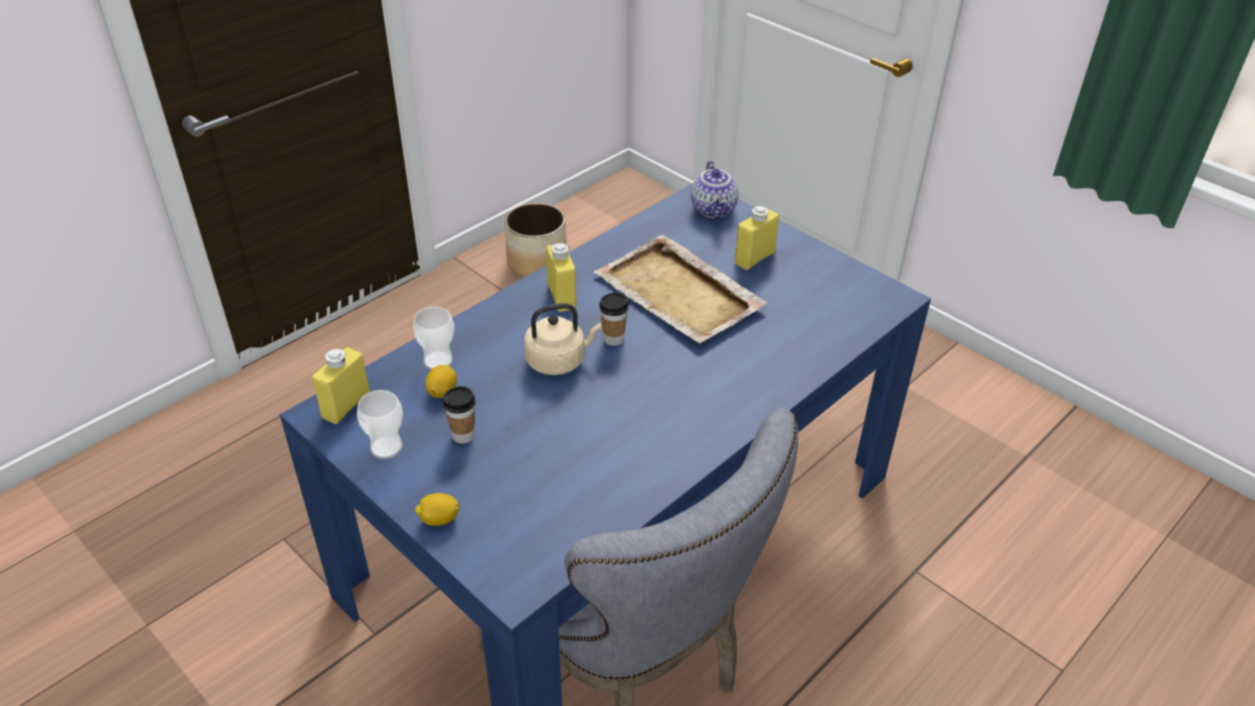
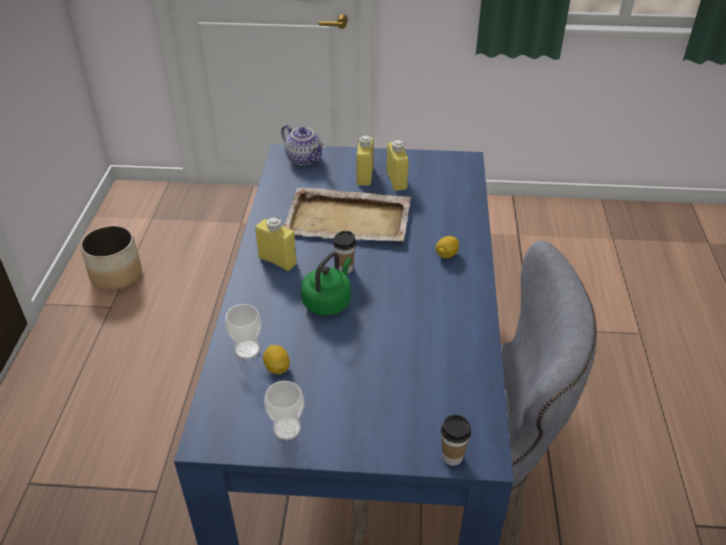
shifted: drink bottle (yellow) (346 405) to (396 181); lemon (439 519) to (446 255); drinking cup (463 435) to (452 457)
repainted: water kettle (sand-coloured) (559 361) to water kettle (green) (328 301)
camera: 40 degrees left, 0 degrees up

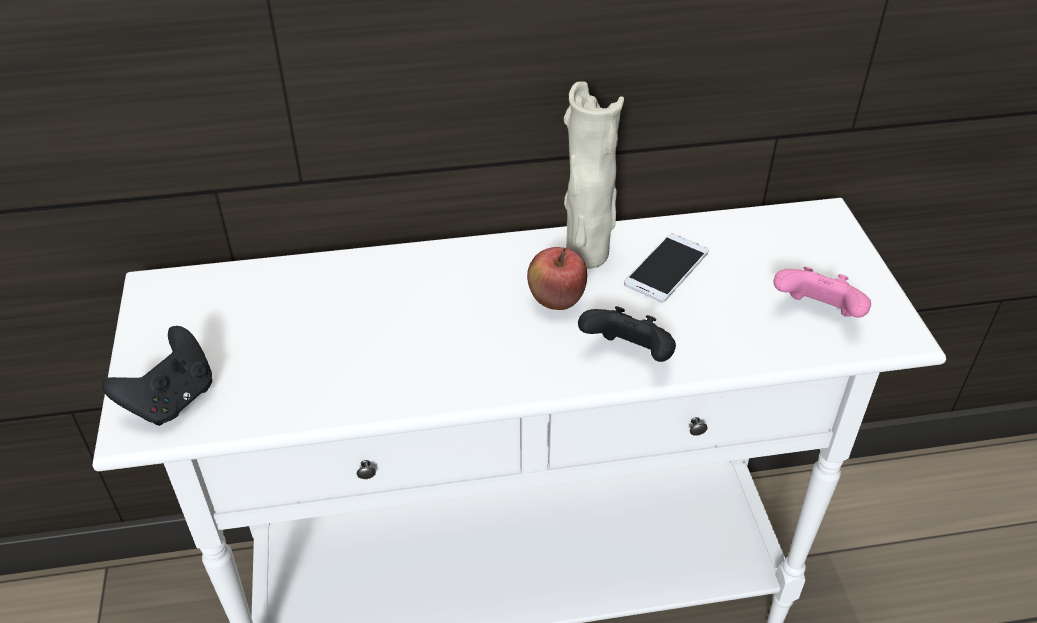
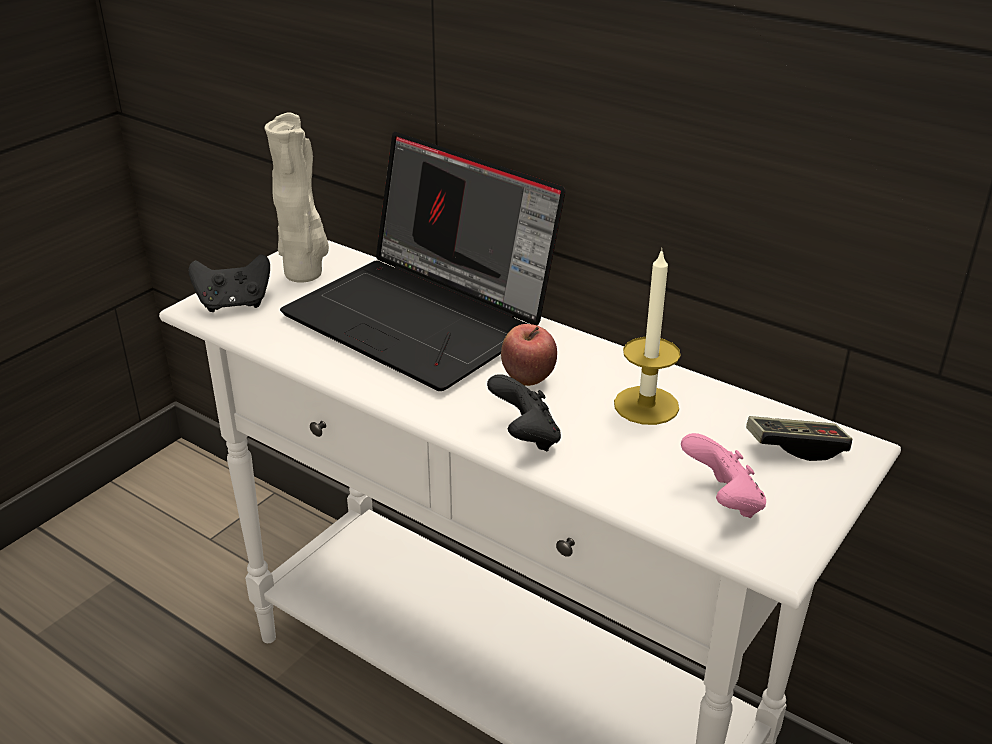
new: notebook computer (425 318); gamepad (795 447)
shifted: flower vase (sand-coloured) (588 254) to (306 274)
swapped: phone (666 268) to wax light (646 405)
camera: 45 degrees right, 10 degrees down

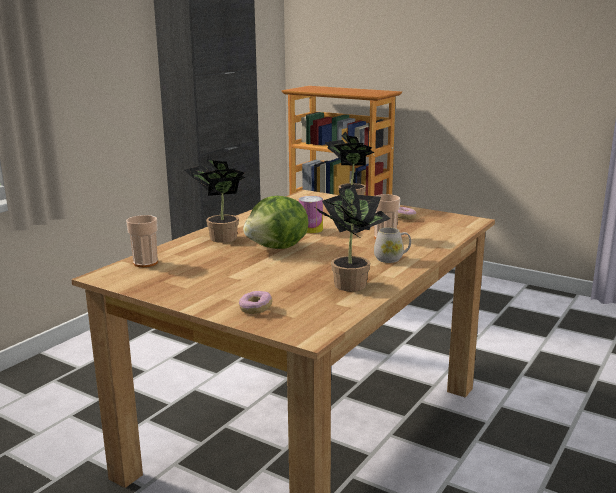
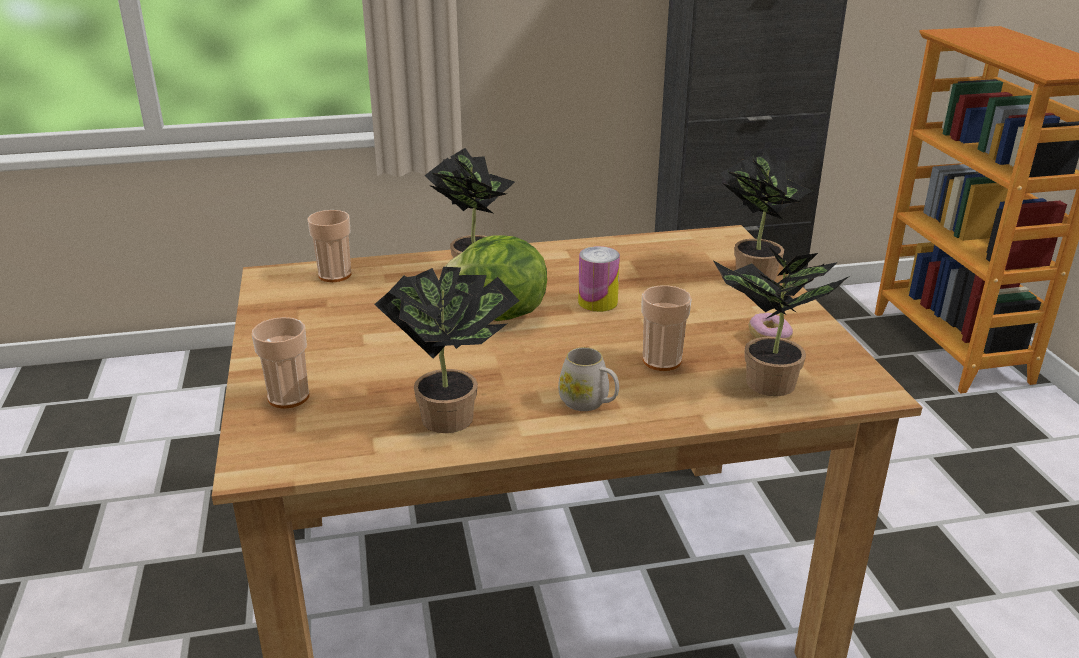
new: houseplant (764 384)
swapped: doughnut (255 309) to drinking cup (288 397)
camera: 45 degrees right, 10 degrees up

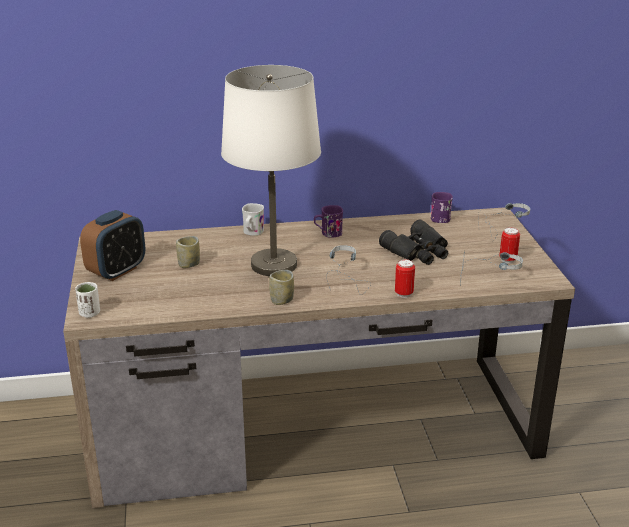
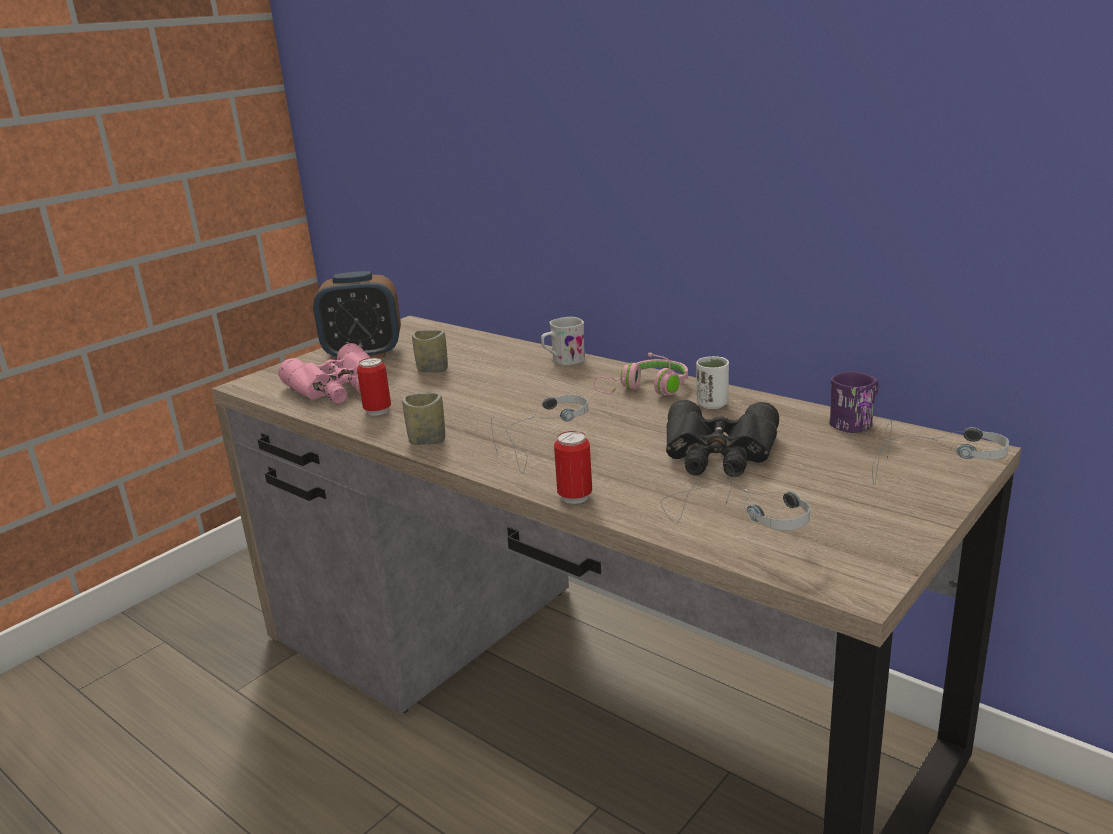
gone: table lamp (whitish) (274 265)
new: binoculars (pink) (339 388)
shifted: drinking cup (whitish) (90 313) to (712 404); sealed can (507 260) to (377 411)
swapped: mug (purplish) (328 233) to headphones (pink) (646 390)
camera: 50 degrees right, 5 degrees down

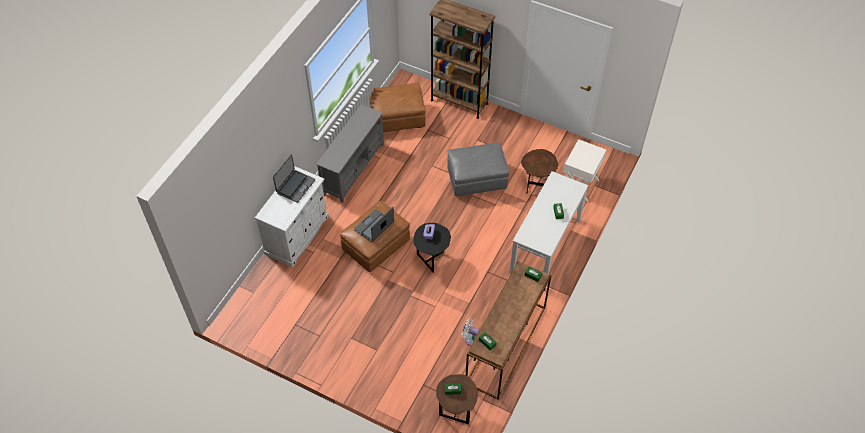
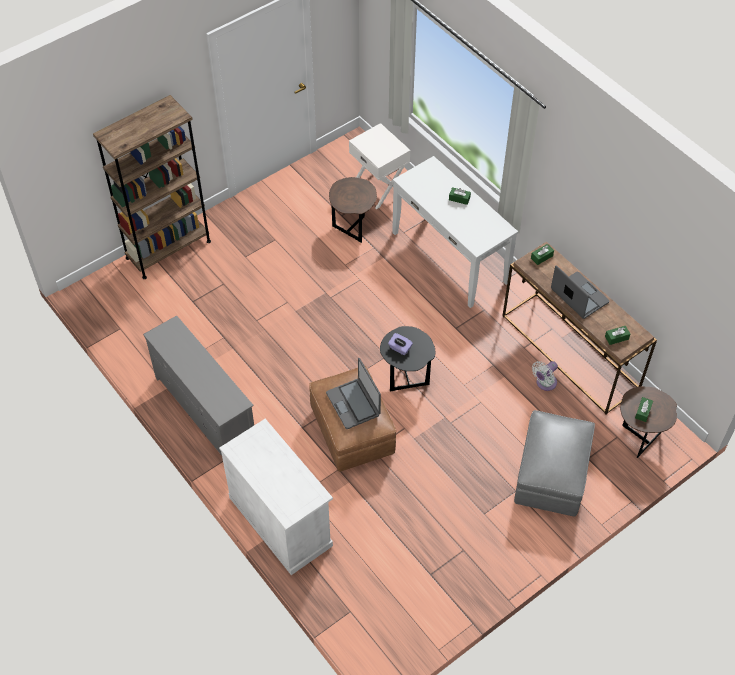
gone: footrest (brownish) (397 118)
shifted: notebook computer (295 186) to (579 296); footrest (gray) (476 180) to (551 476)
camera: 65 degrees left, 0 degrees up

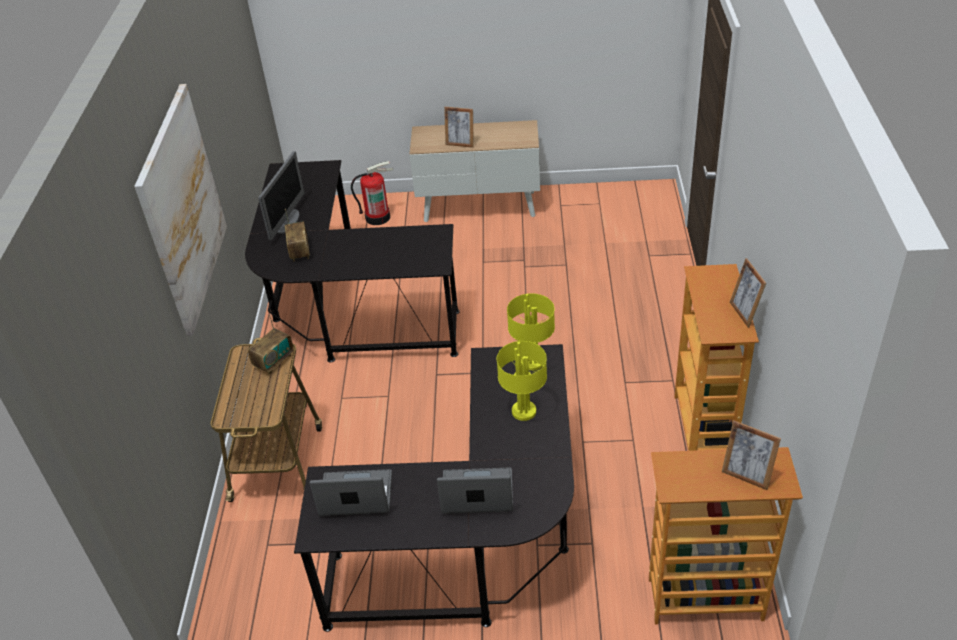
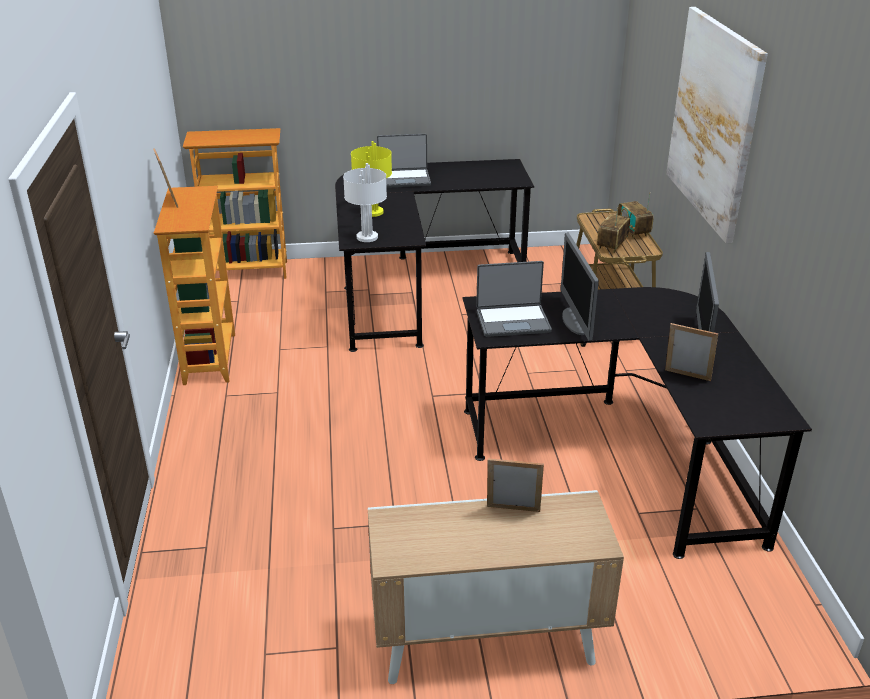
gone: fire-fighting cylinder (378 217)
new: computer screen (575 322)
shifted: radio receiver (299 251) to (633 231); notebook computer (356 496) to (513 321); photo frame (746 476) to (686 378)
repainted: table lamp (yellow) (533 362) to table lamp (whitish) (366 237)
camera: 170 degrees right, 10 degrees down

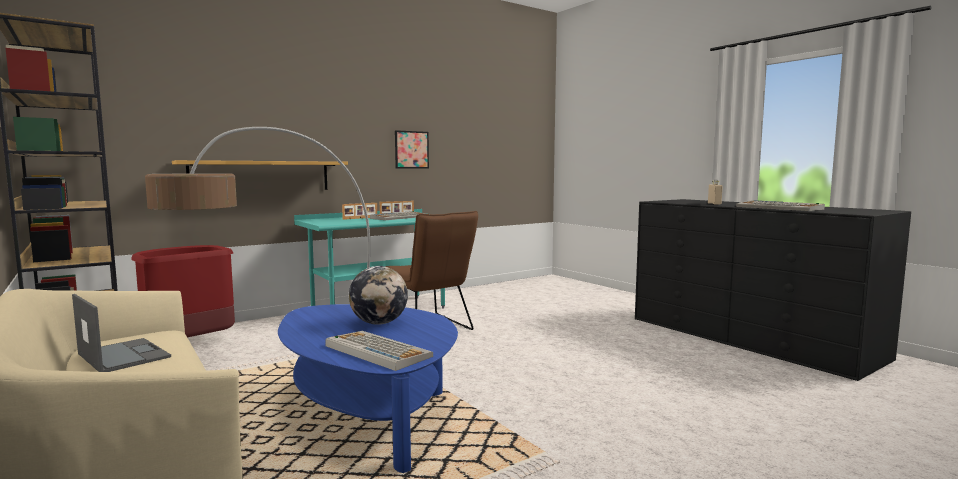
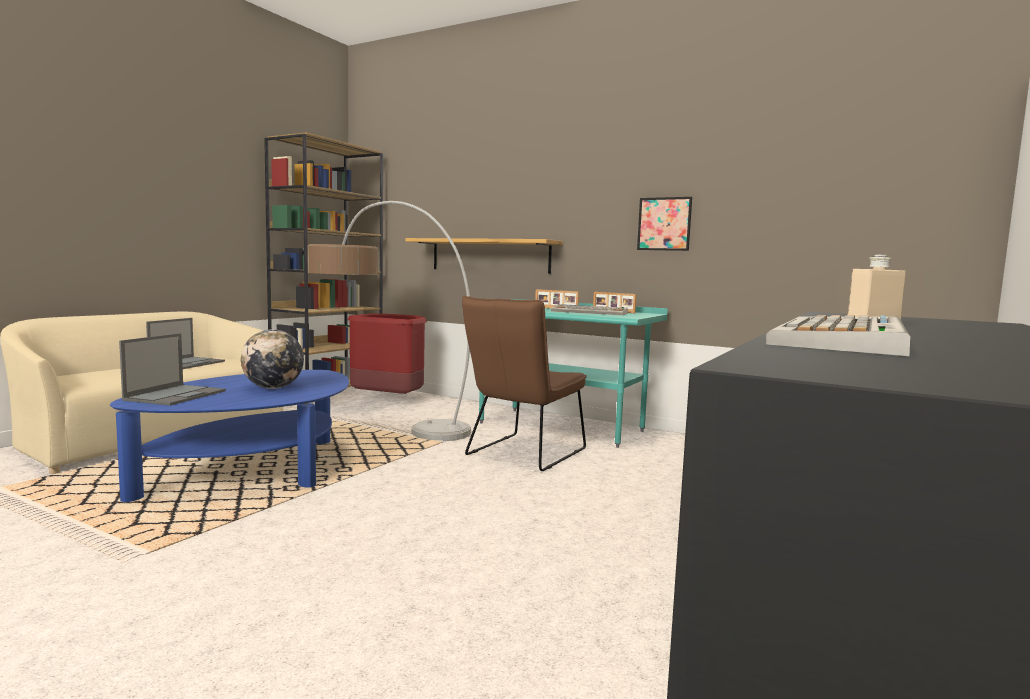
swapped: keyboard (376 351) to notebook computer (176 395)
camera: 65 degrees right, 0 degrees up

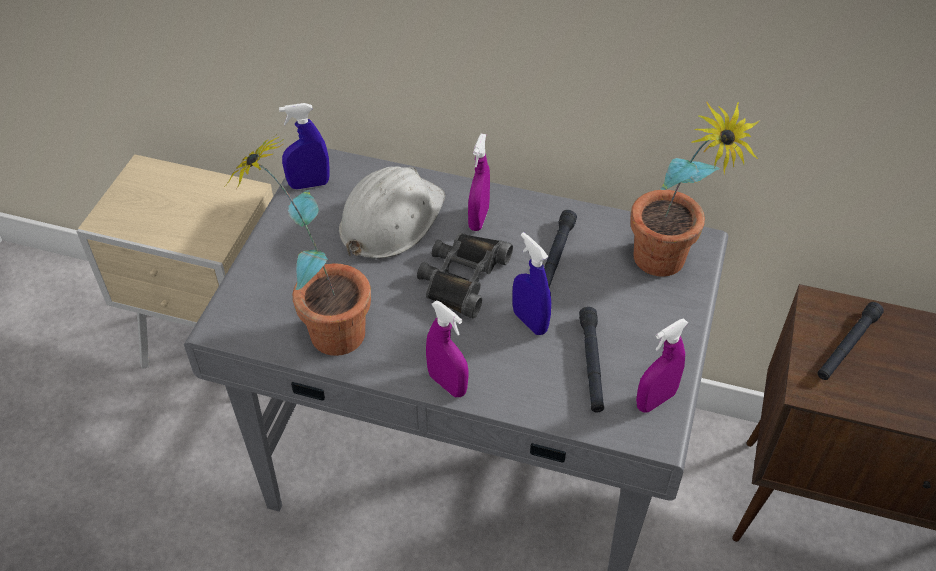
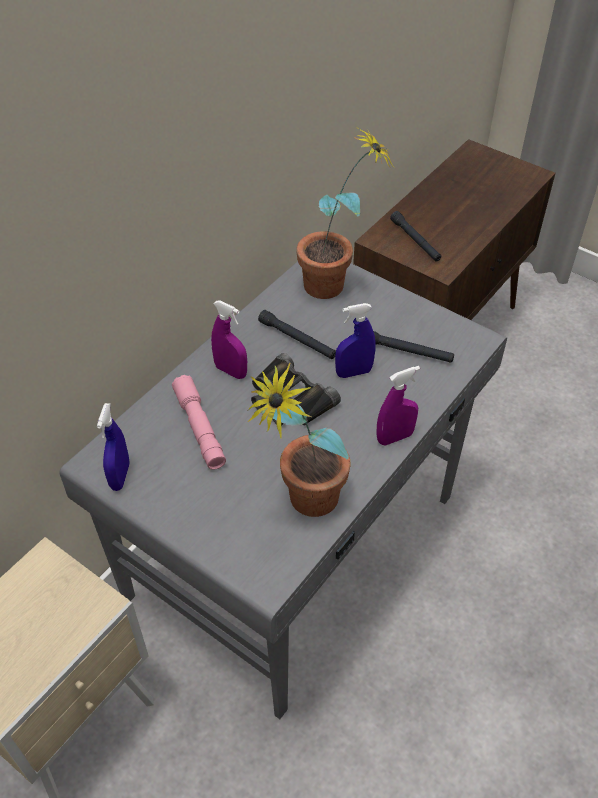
gone: sprayer (purplish) (655 400)
swapped: safety helmet (whitish) (390 219) to torch (pink) (199 428)
camera: 70 degrees left, 0 degrees up

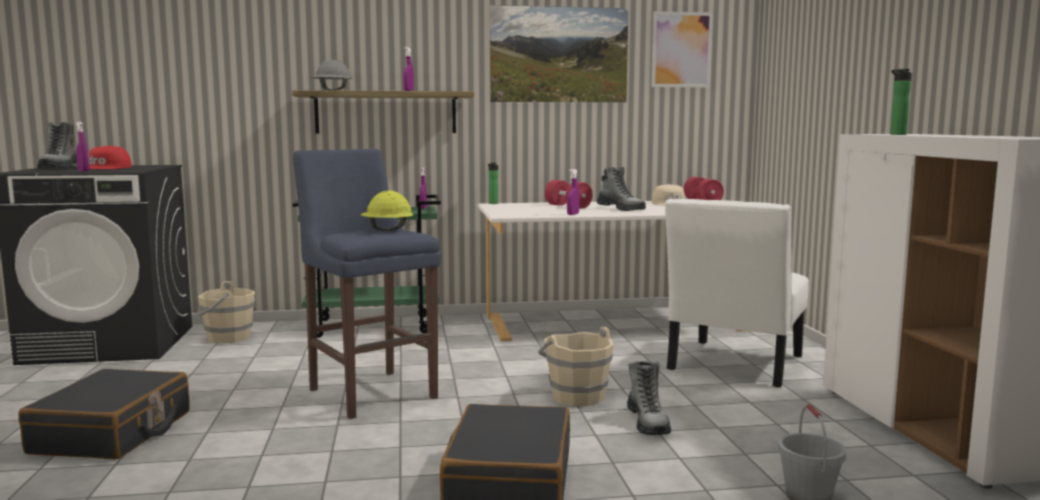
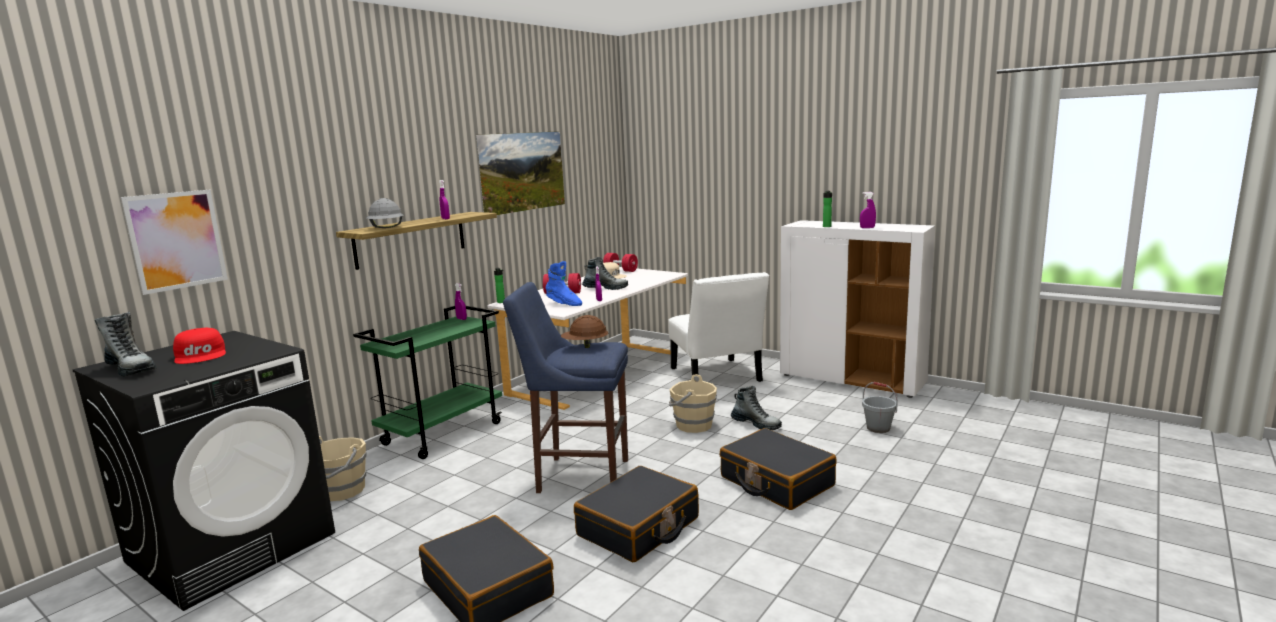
new: high-top boot (blue) (564 304); travel case (black) (639 527)
shifted: sprayer (purplish) (83 171) to (867 228); picture (681 50) to (176 240)
repainted: safety helmet (yellow) (387 230) to safety helmet (brownish) (585 346)
camera: 45 degrees left, 5 degrees up

